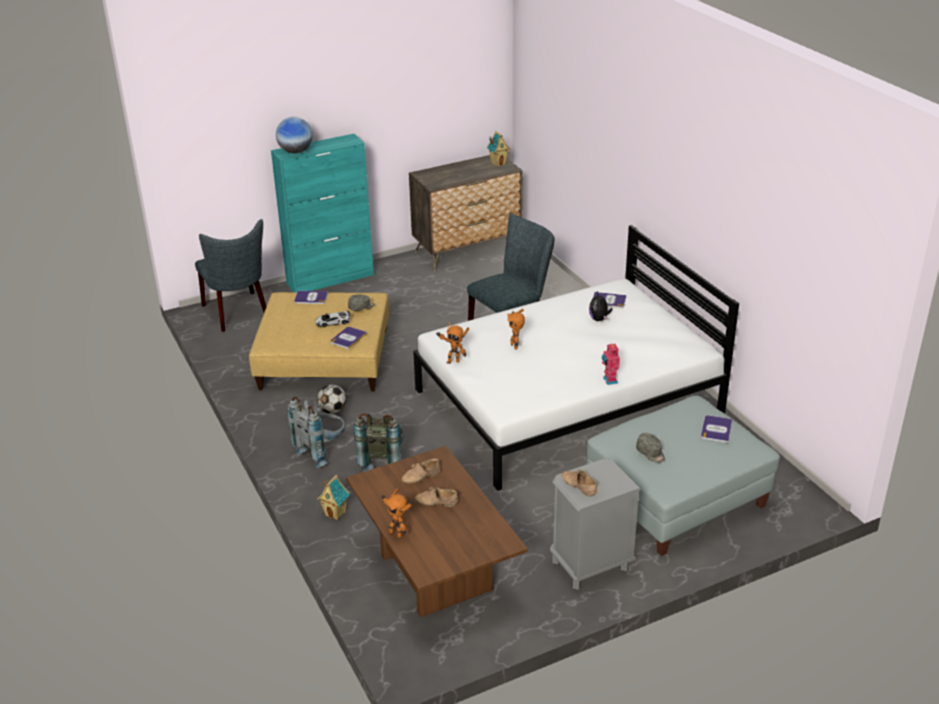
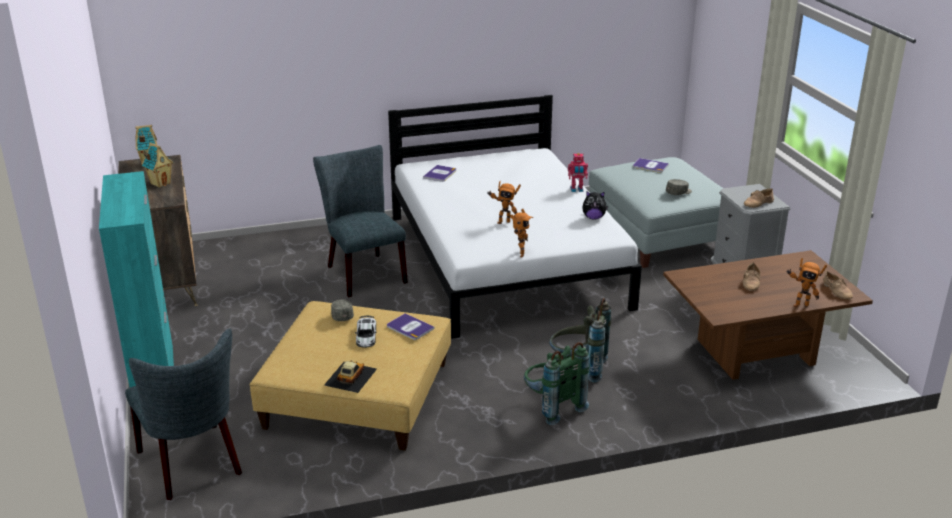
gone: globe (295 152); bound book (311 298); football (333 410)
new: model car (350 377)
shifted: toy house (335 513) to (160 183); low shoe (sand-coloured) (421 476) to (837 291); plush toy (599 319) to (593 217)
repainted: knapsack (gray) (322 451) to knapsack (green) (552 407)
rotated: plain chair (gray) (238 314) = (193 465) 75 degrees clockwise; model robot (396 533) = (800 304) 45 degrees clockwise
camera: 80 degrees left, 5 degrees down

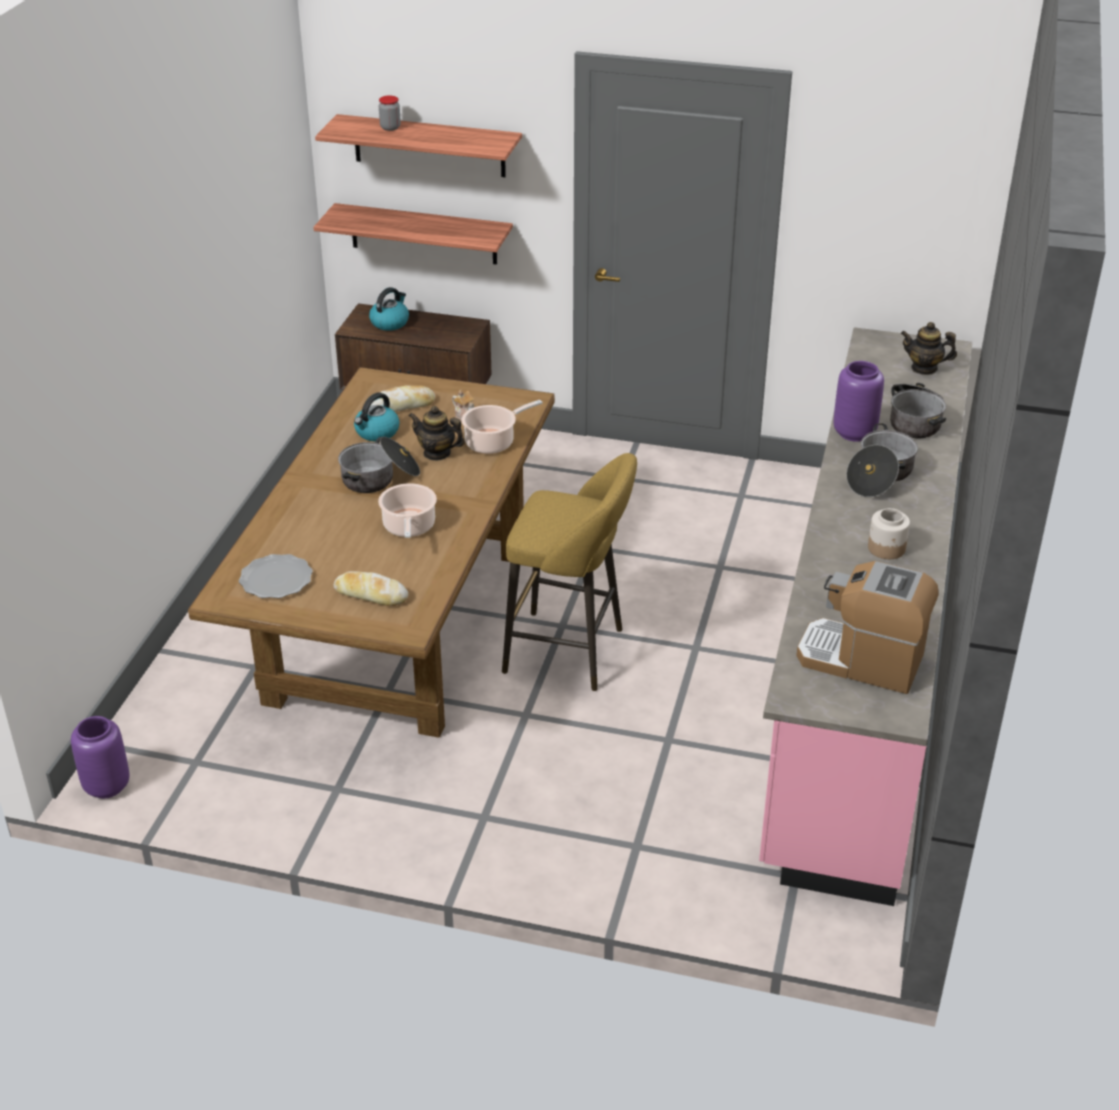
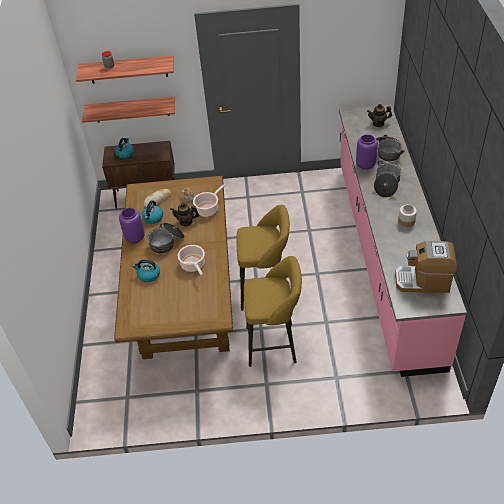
gone: flat dish (275 580); bakery bread (371 594)
new: water kettle (148 275); stool (yellow) (274 344)
shifted: flower vase (purplish) (108 786) to (135 238)
camera: 15 degrees left, 10 degrees up

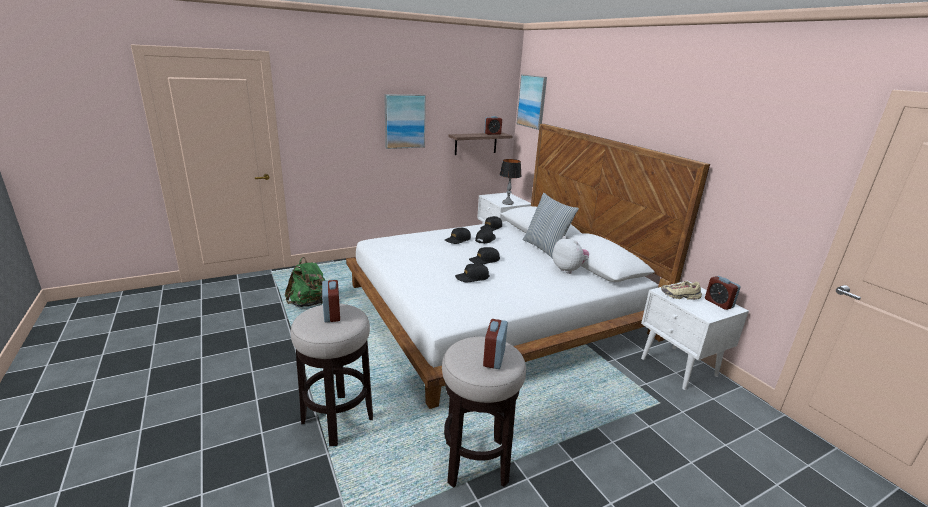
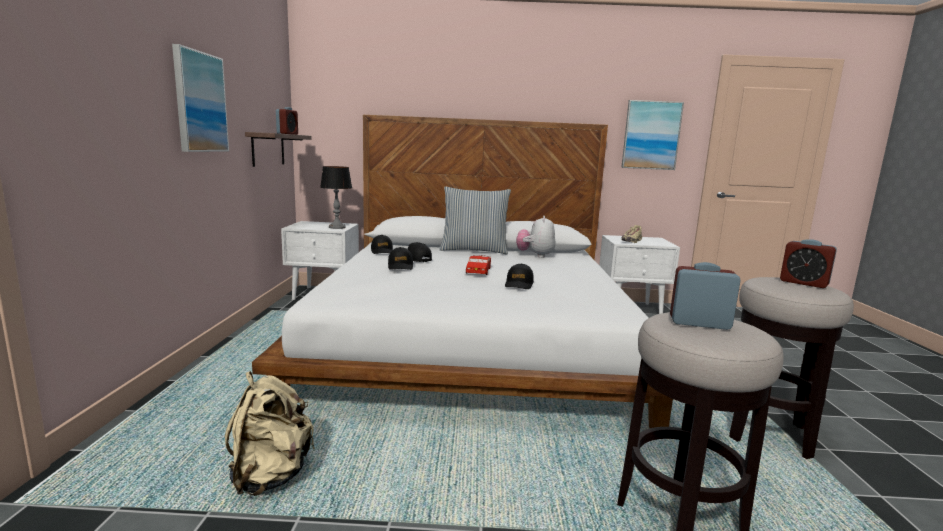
gone: alarm clock (718 303)
shifted: picture (532 101) to (651 135)
swapped: peaked cap (black) (484 260) to model car (reddish) (478 270)
repainted: knapsack (green) (309 303) to knapsack (sand-coloured) (271 475)
rotated: plush toy (568 269) = (535 255) 75 degrees counterclockwise
camera: 60 degrees left, 10 degrees down

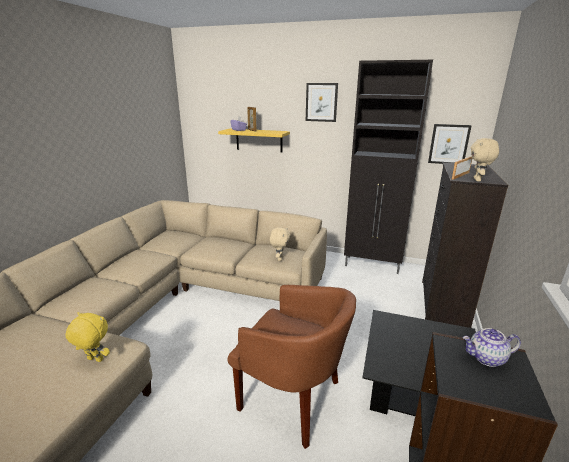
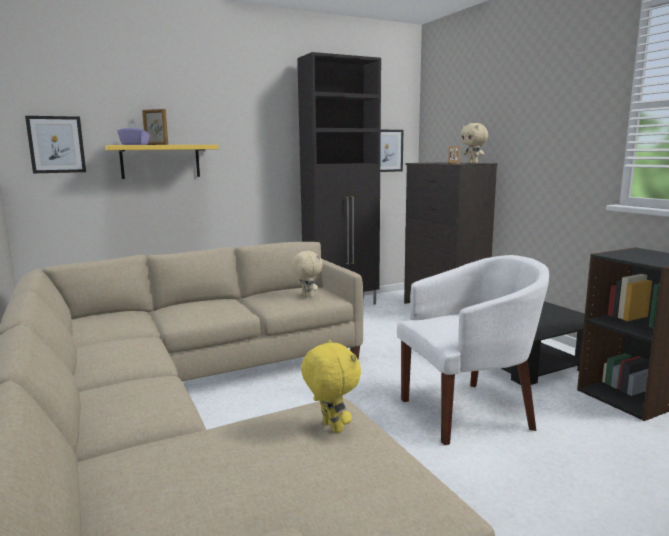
gone: teapot (486 358)
shifted: picture (321 102) to (56 144)
repainted: easy chair (brownish) (293 399) to easy chair (whitish) (469 412)
rotated: plush toy (yellow) (94 360) = (330 427) 90 degrees clockwise
camera: 45 degrees left, 10 degrees down

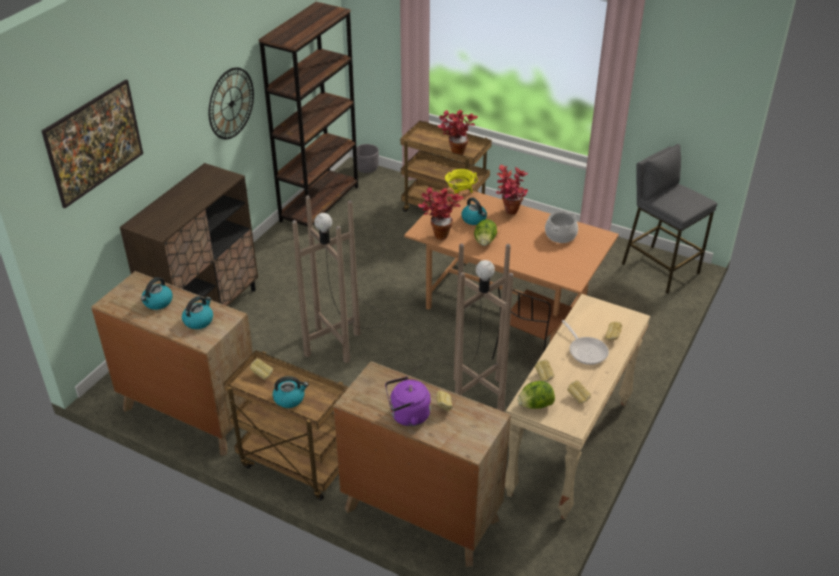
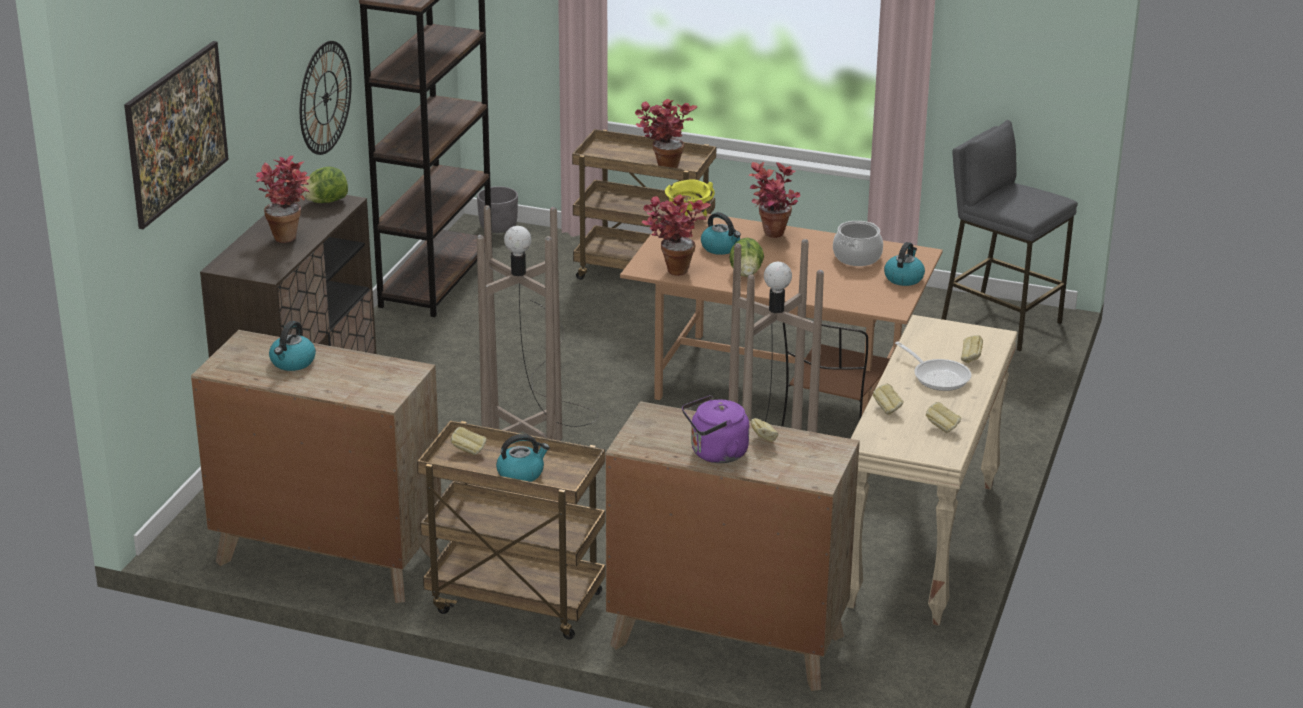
new: houseplant (288 234)
shifted: water kettle (199 320) to (904 278); lettuce (535 405) to (326 202)
camera: 10 degrees left, 10 degrees down

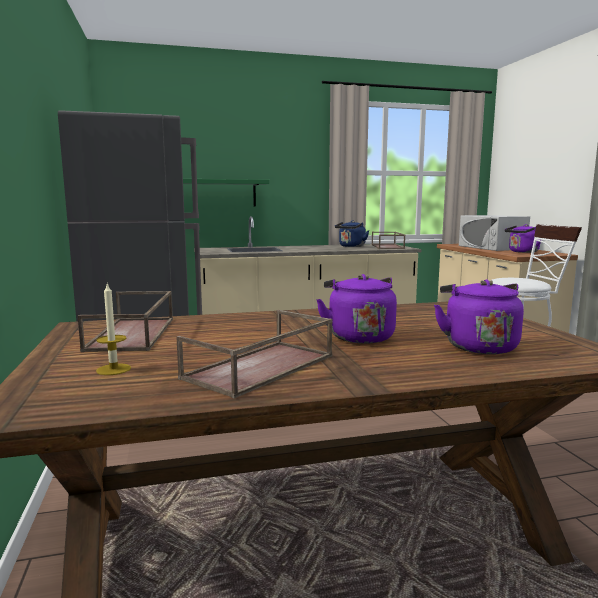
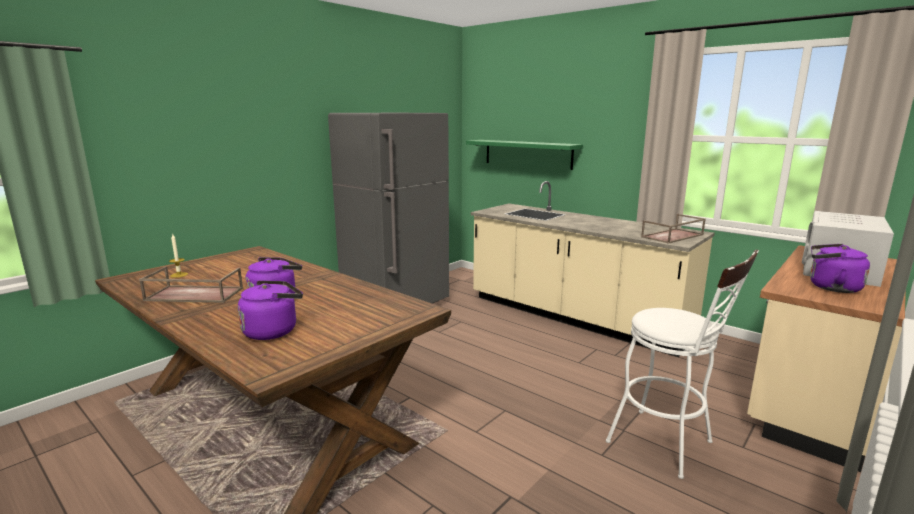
gone: tray (brownish) (133 334); water kettle (blue) (351 246)
camera: 55 degrees right, 5 degrees up

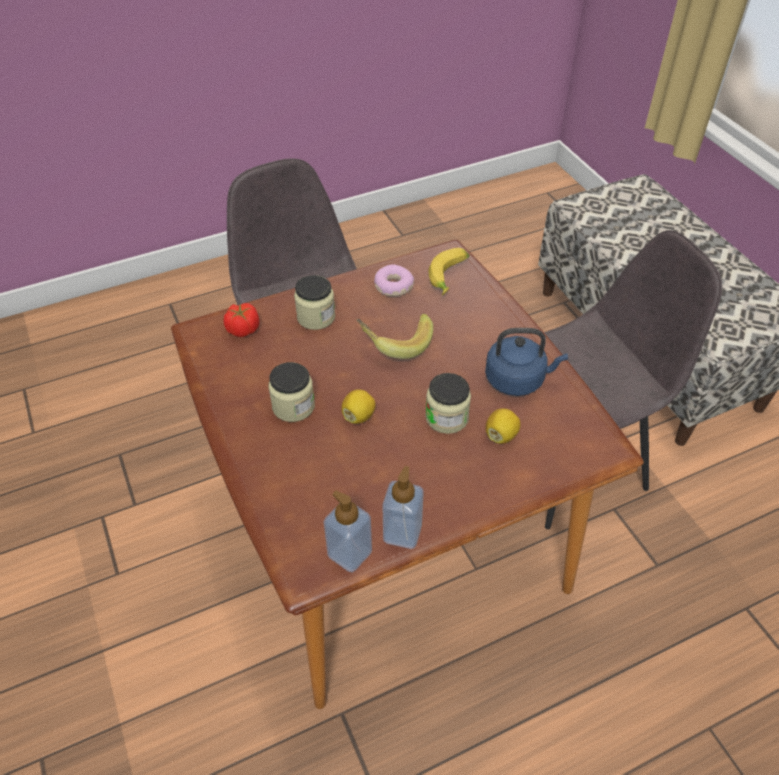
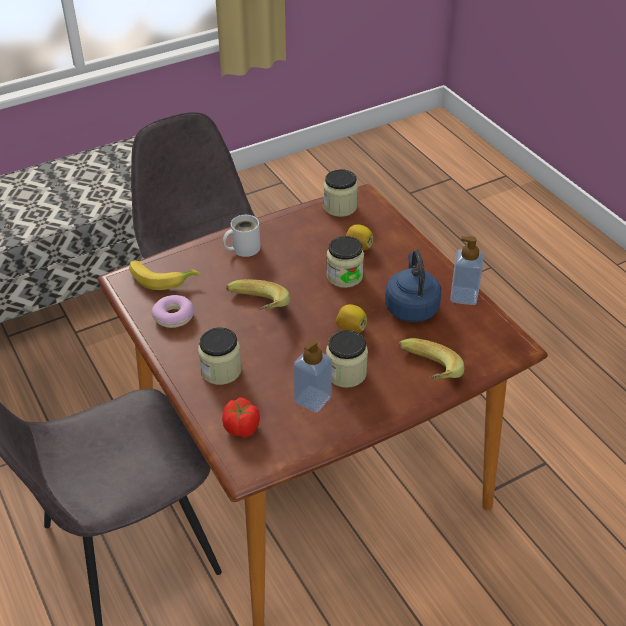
new: mug (whitish) (243 248); storage jar (340 207); banana fruit (425 375)
shifted: liquid soap bottle (349 553) to (312 399); water kettle (blue) (517 380) to (411 306)
camera: 95 degrees left, 5 degrees down

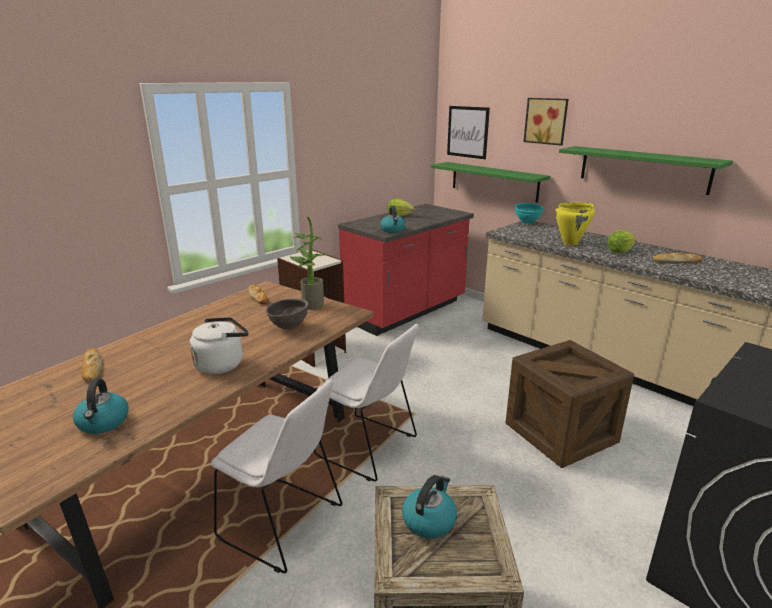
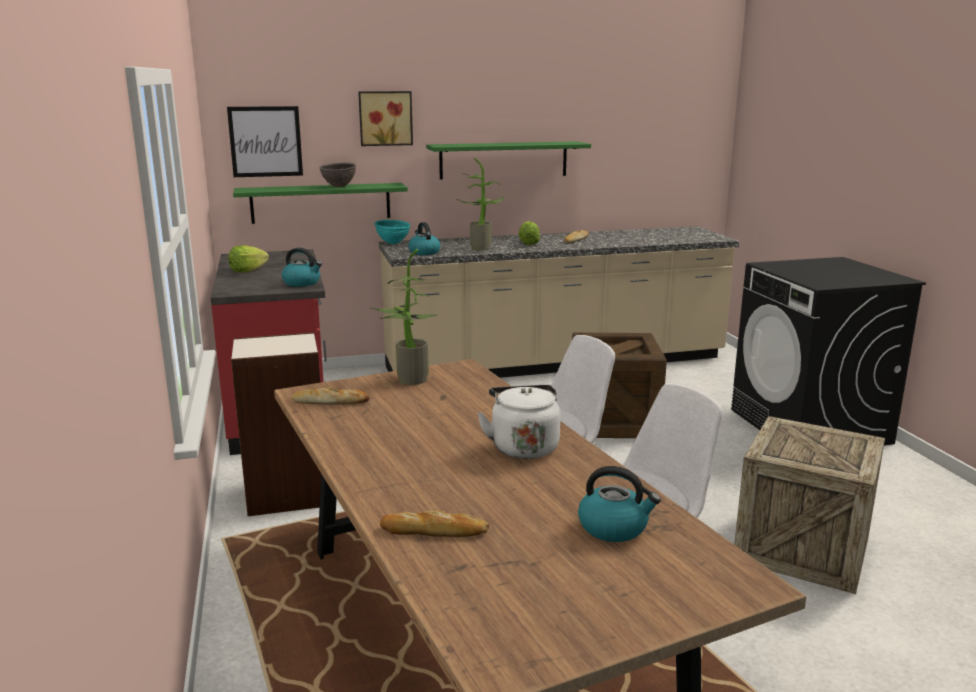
shifted: bowl (brownish) (288 328) to (339 187); water kettle (429 520) to (424 252)
swapped: cooking pot (yellow) (570 243) to houseplant (482 248)
camera: 60 degrees left, 5 degrees down

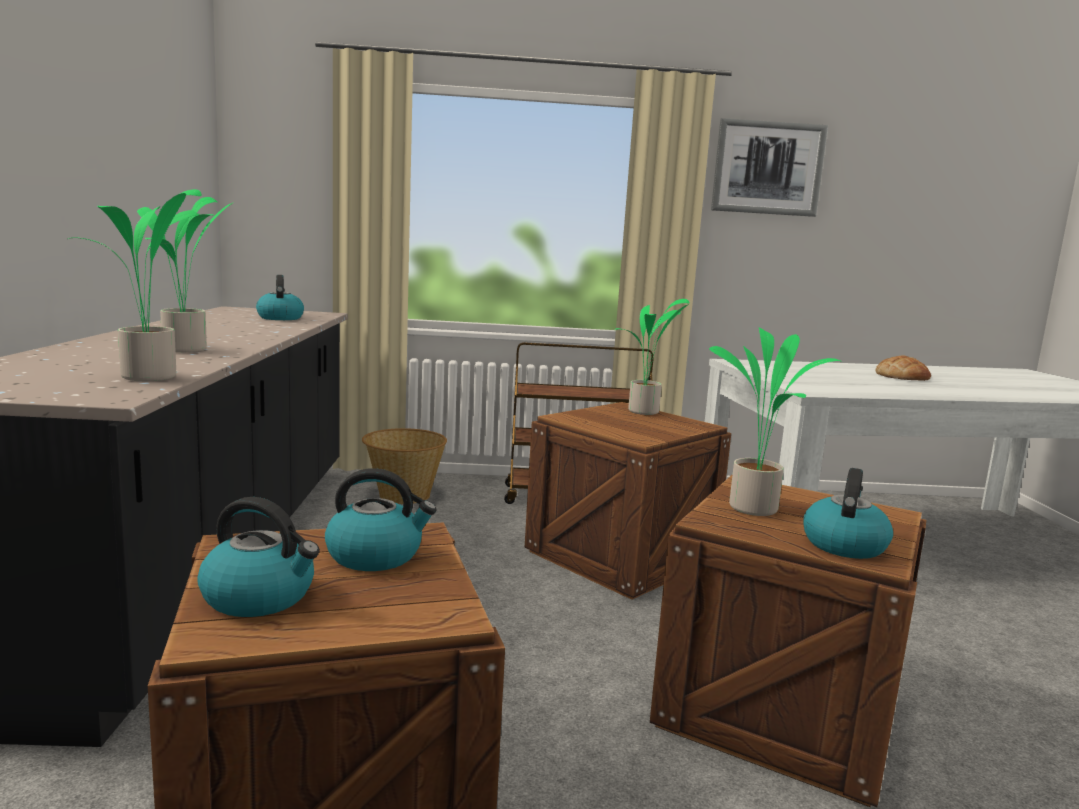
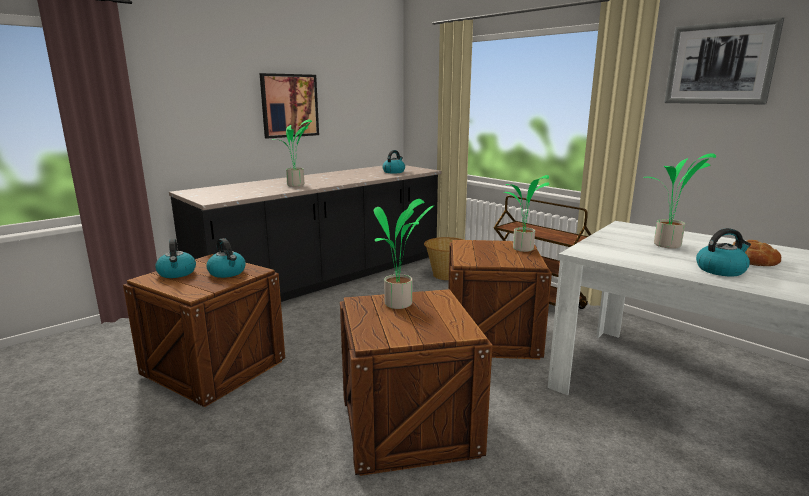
new: picture (289 105)
shifted: houseplant (150 378) to (668 246); water kettle (843 544) to (721 270)
camera: 50 degrees right, 5 degrees up

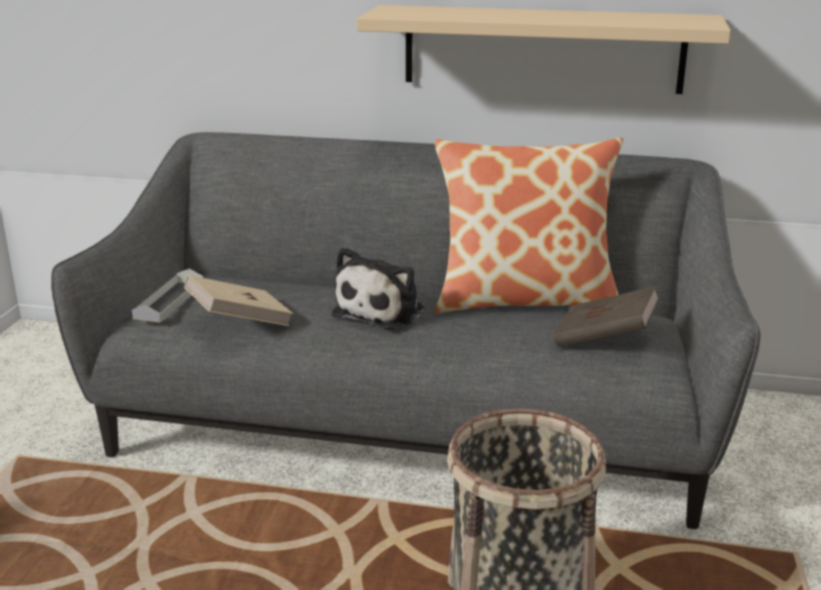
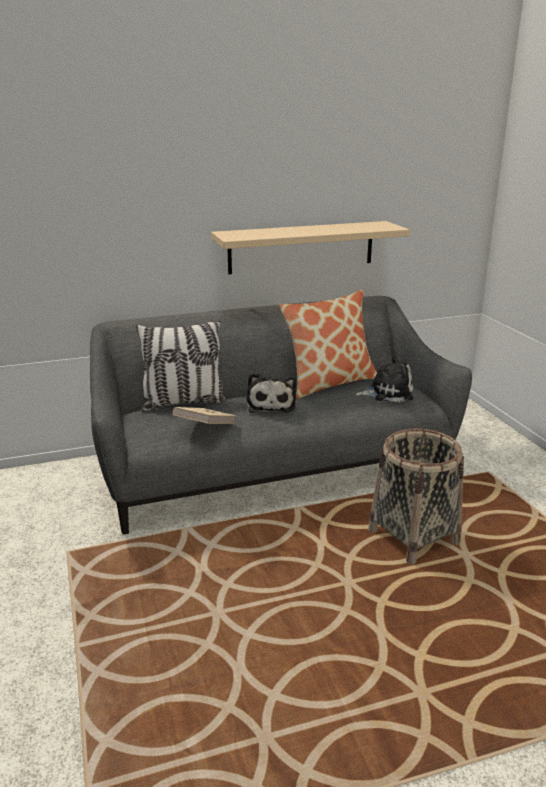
gone: tray (gray) (169 301)
new: pillow (183 403)
swapped: bound book (brownish) (604 339) to plush toy (388 392)
camera: 30 degrees left, 0 degrees up

